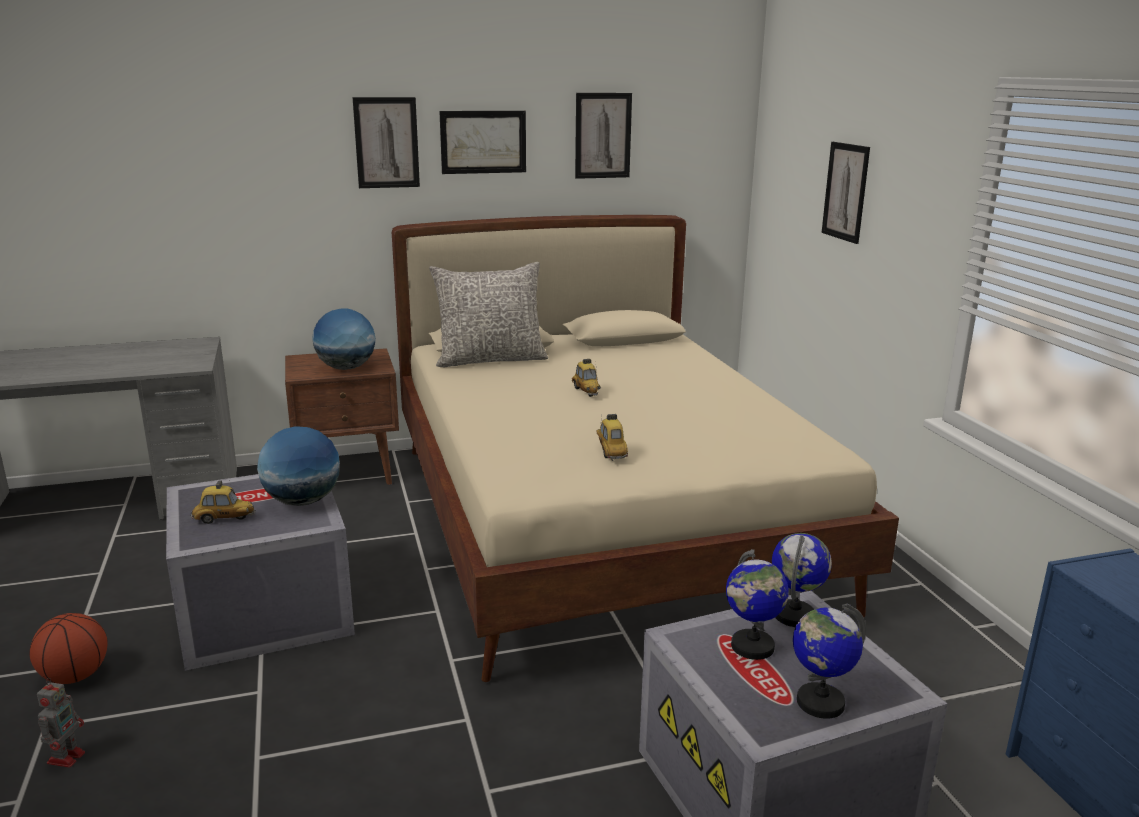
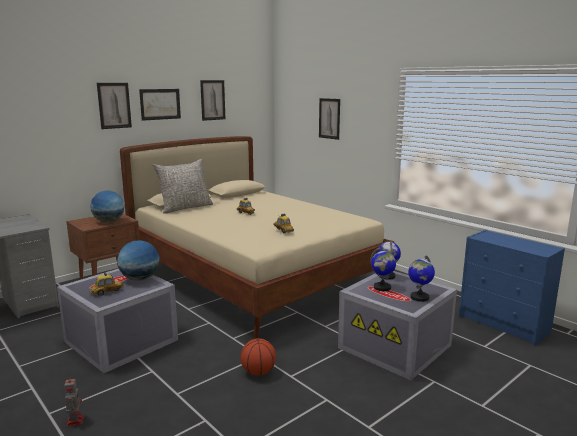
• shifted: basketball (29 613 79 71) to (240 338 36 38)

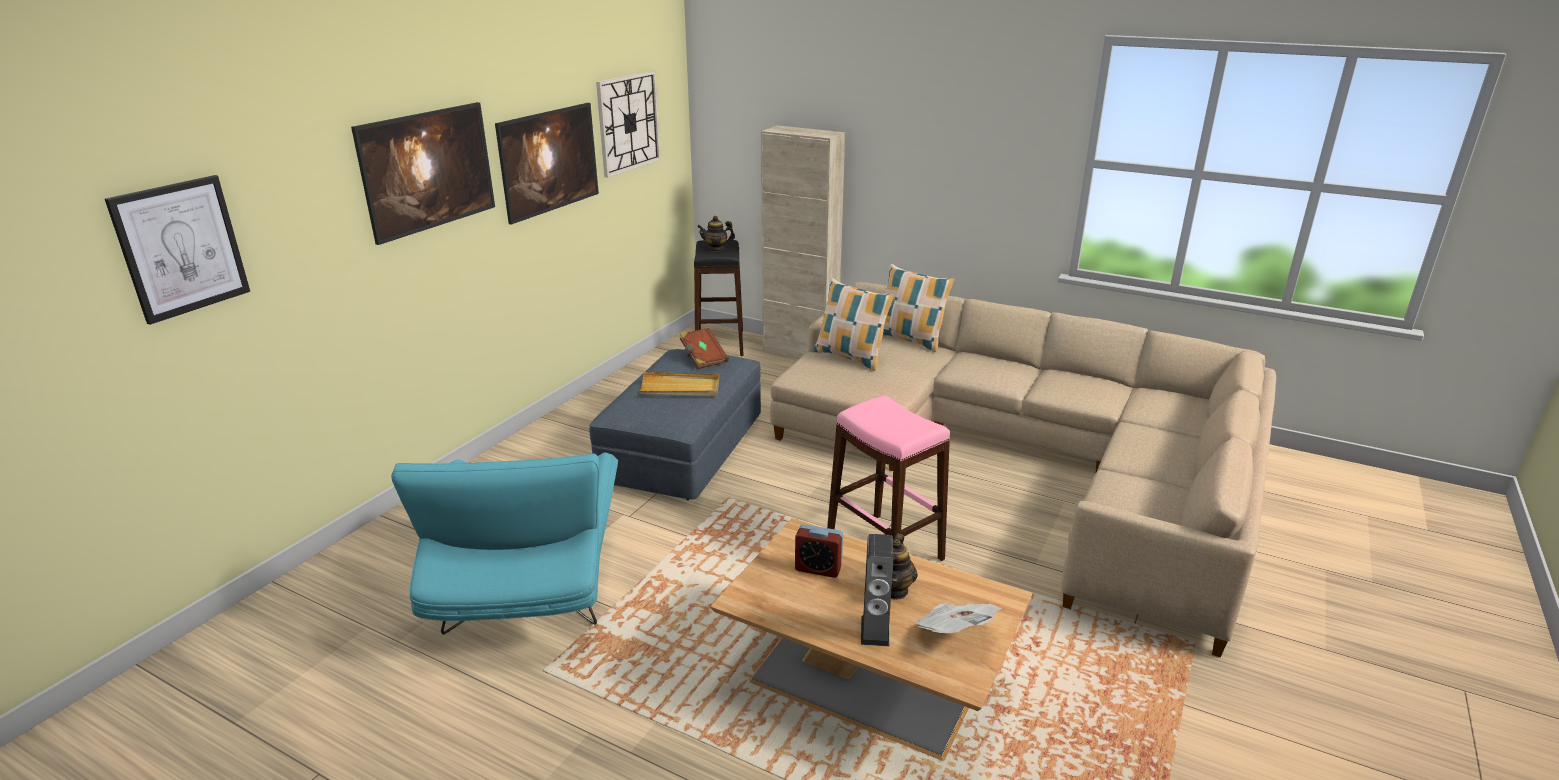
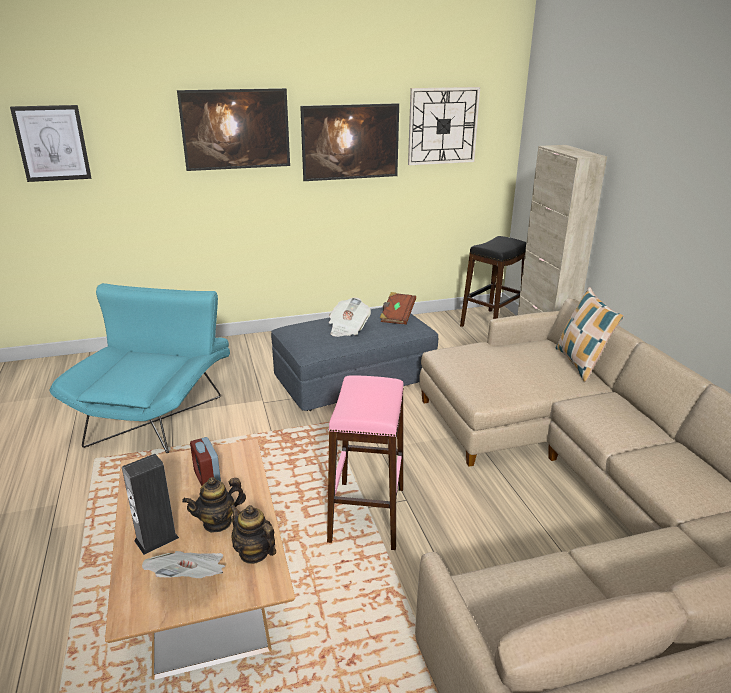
• rotated: armchair/turquoise (391 453 227 182) = (50 283 180 170) 150 degrees clockwise
• shifted: teapot (697 216 38 36) to (230 504 46 60)
• swapped: tray/beige (638 372 81 25) to newspaper (329 297 42 40)
• gone: pillow (813 278 82 93)

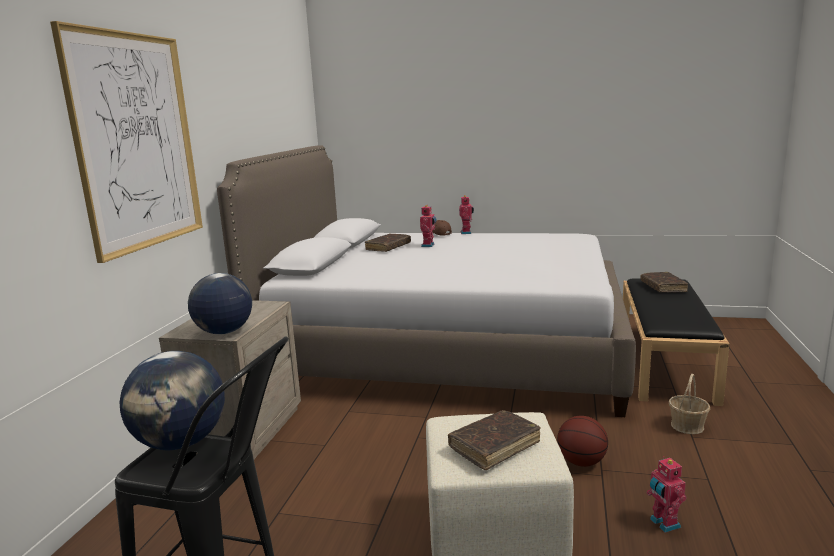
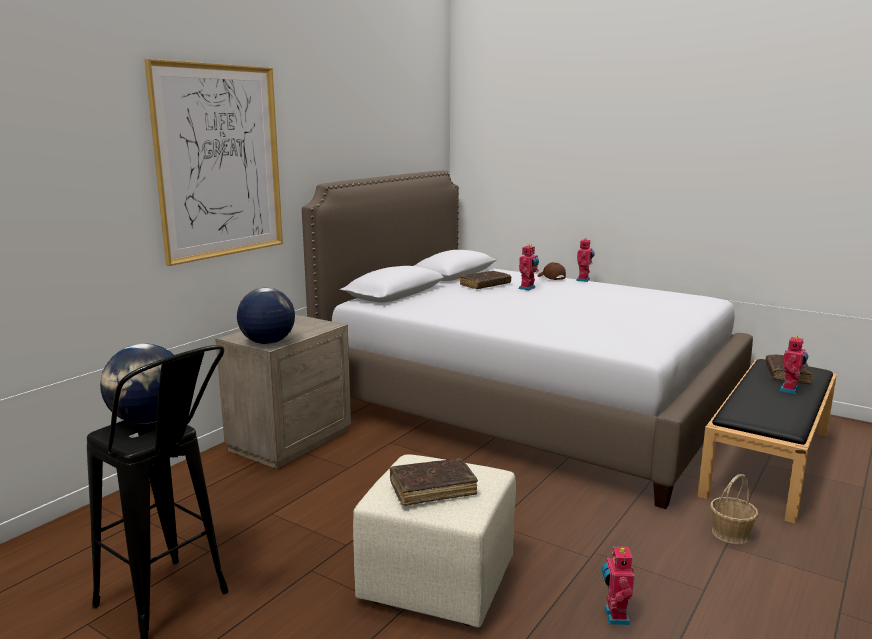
• new: toy robot (780 336 28 58)
• gone: basketball (557 416 51 51)

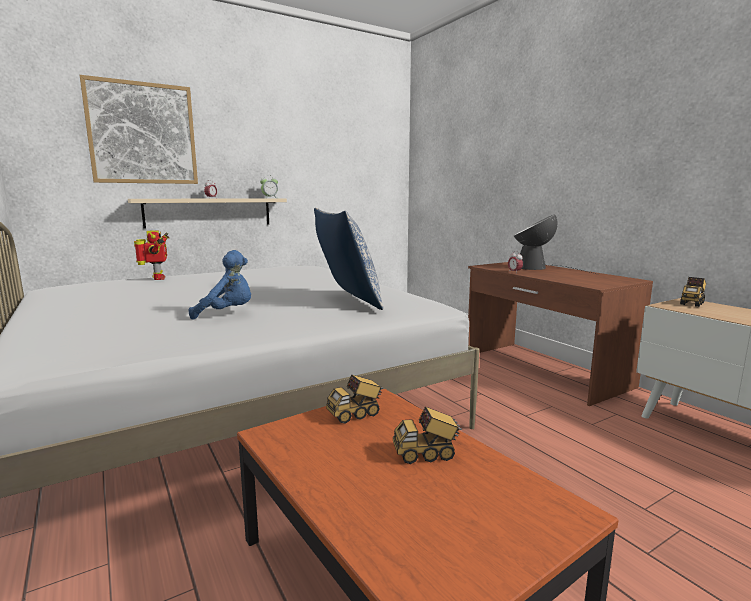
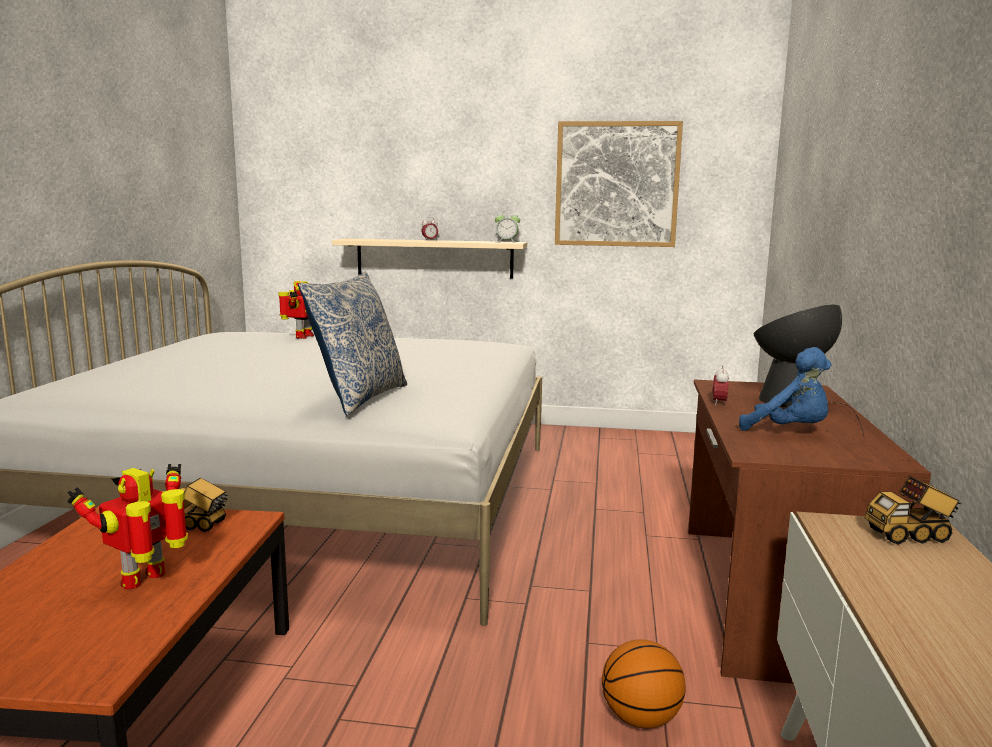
• swapped: toy truck (393 407 69 57) to toy robot (67 464 121 125)
• shifted: picture (80 75 118 109) to (555 121 128 126)
• new: basketball (602 639 84 89)
• shifted: plush toy/blue (188 250 63 70) to (739 347 93 84)

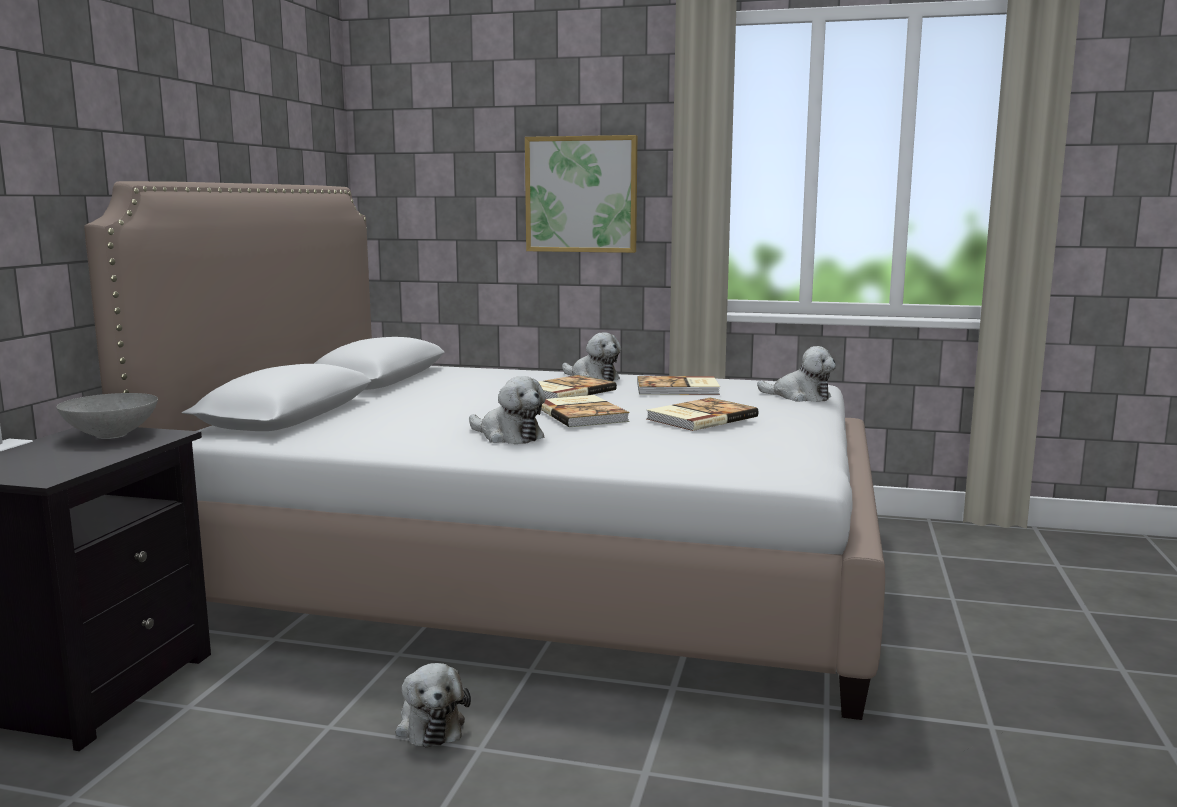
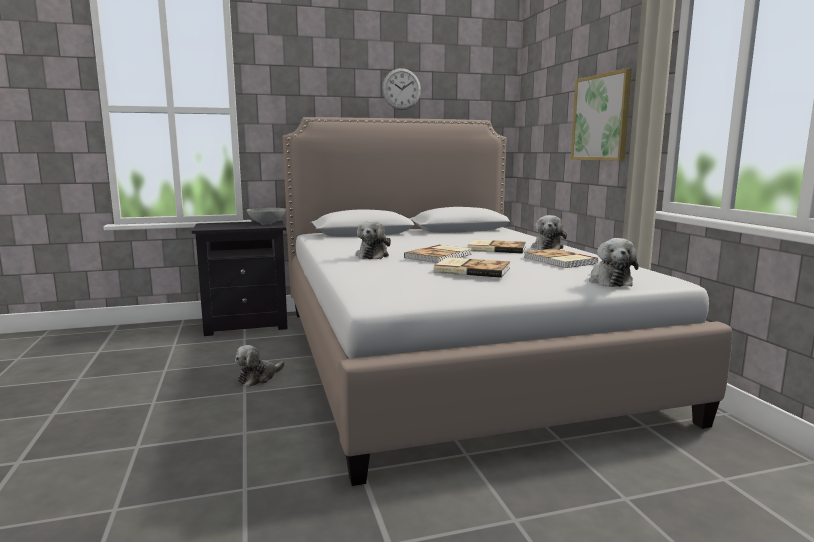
• new: wall clock (382 68 39 42)

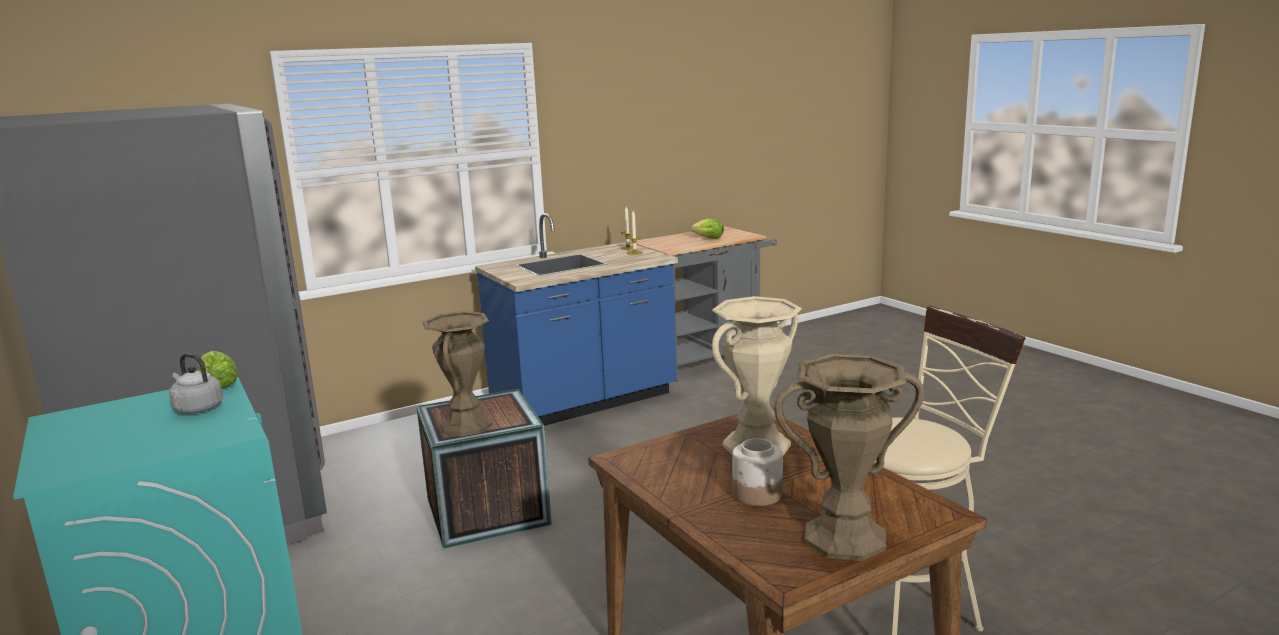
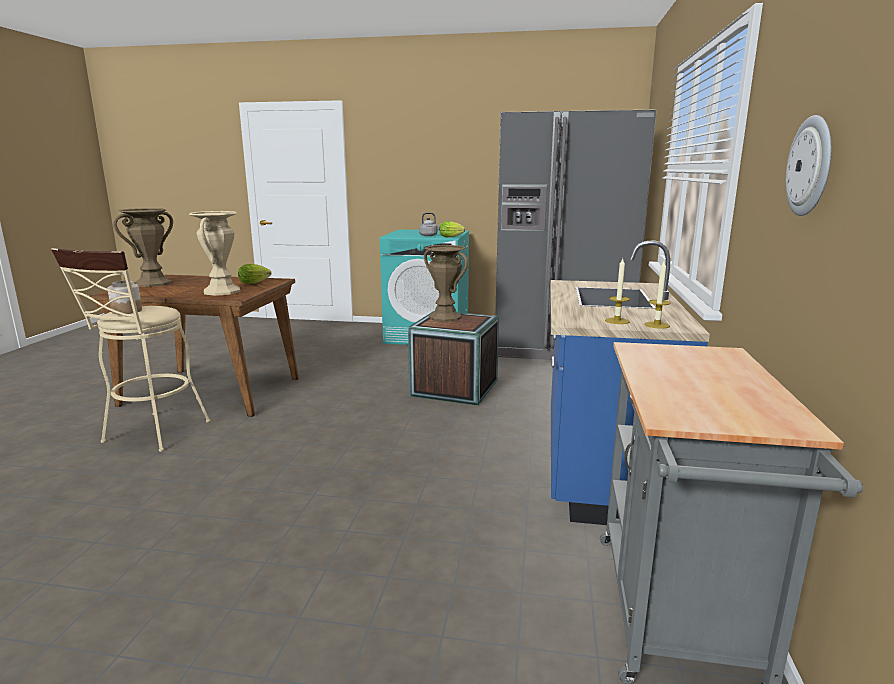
• shifted: jar (732 438 51 68) to (107 281 35 33)
• shifted: lettuce (691 218 33 21) to (238 264 33 20)
• new: wall clock (785 115 47 101)

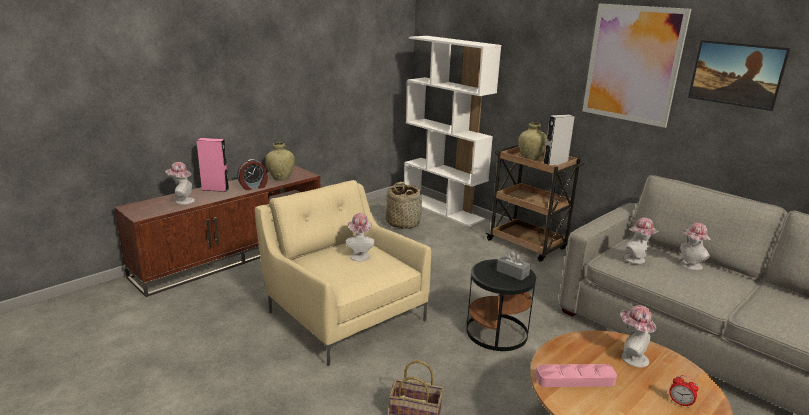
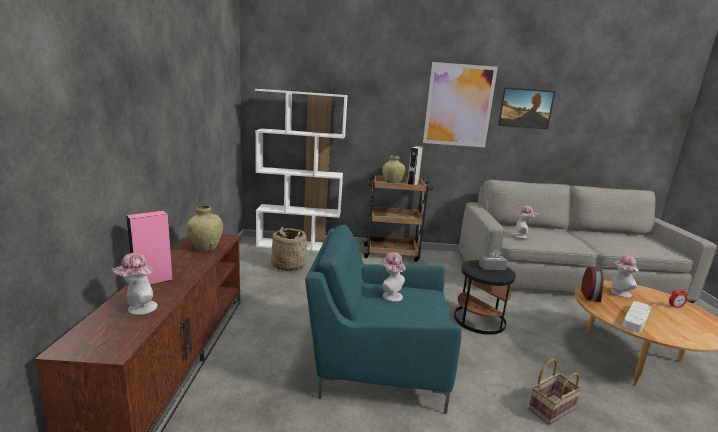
• repainted: armchair/beige (255 180 176 186) to armchair/turquoise (305 225 157 189)
• shifted: alarm clock (237 159 31 31) to (581 266 23 36)
• repainted: tray/pink (536 364 81 23) to tray/grey (622 301 29 31)
• gone: hat (680 223 30 47)

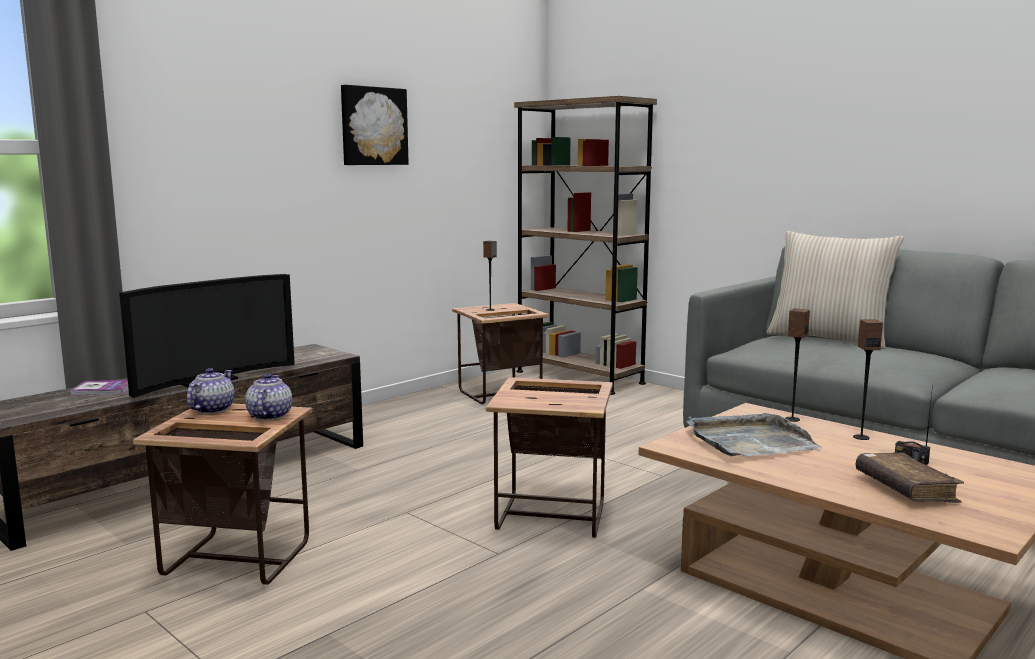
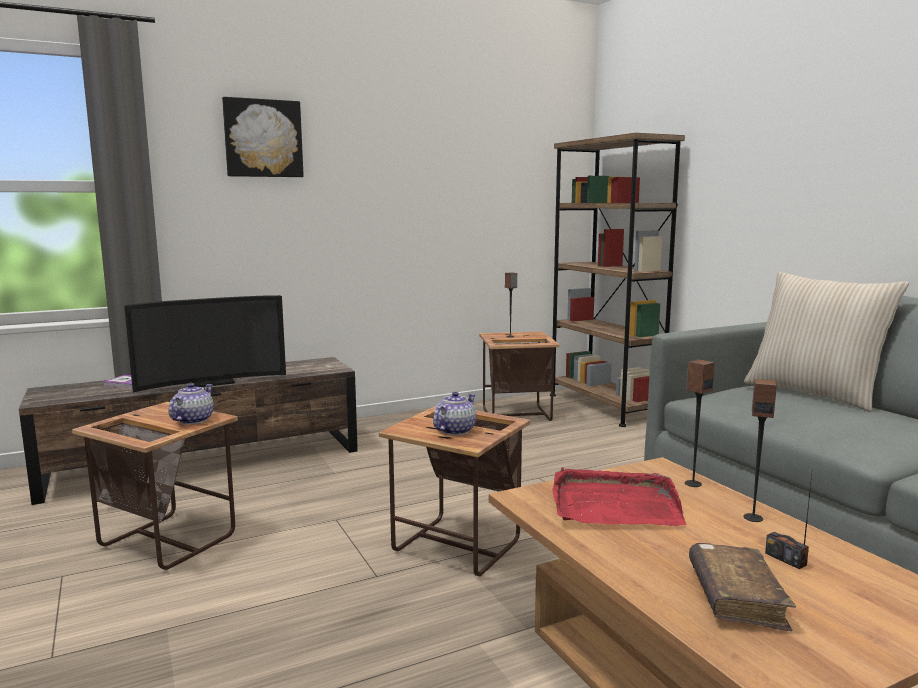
• shifted: picture (341 85 68 80) to (222 97 82 80)
• shifted: teapot (187 368 48 46) to (433 391 43 44)
• repainted: tray/grey (686 413 137 43) to tray/red (552 467 134 59)

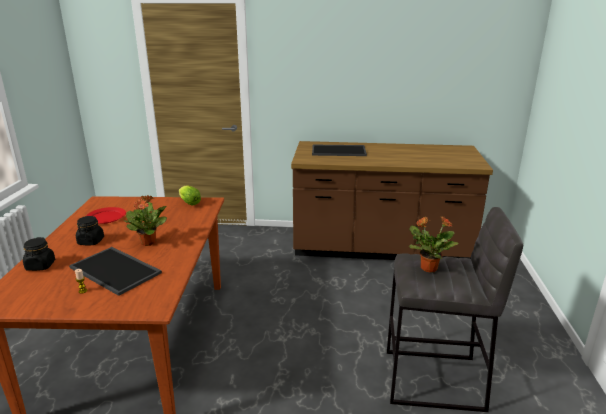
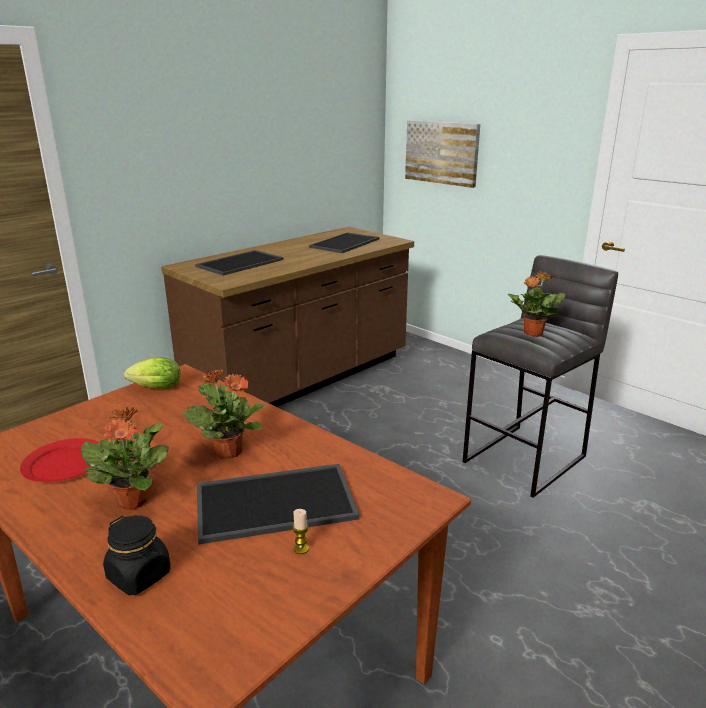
• swapped: jar/black (76 216 28 29) to potted plant (81 407 88 103)
• new: tray (309 232 70 21)
• new: picture (405 120 75 68)

